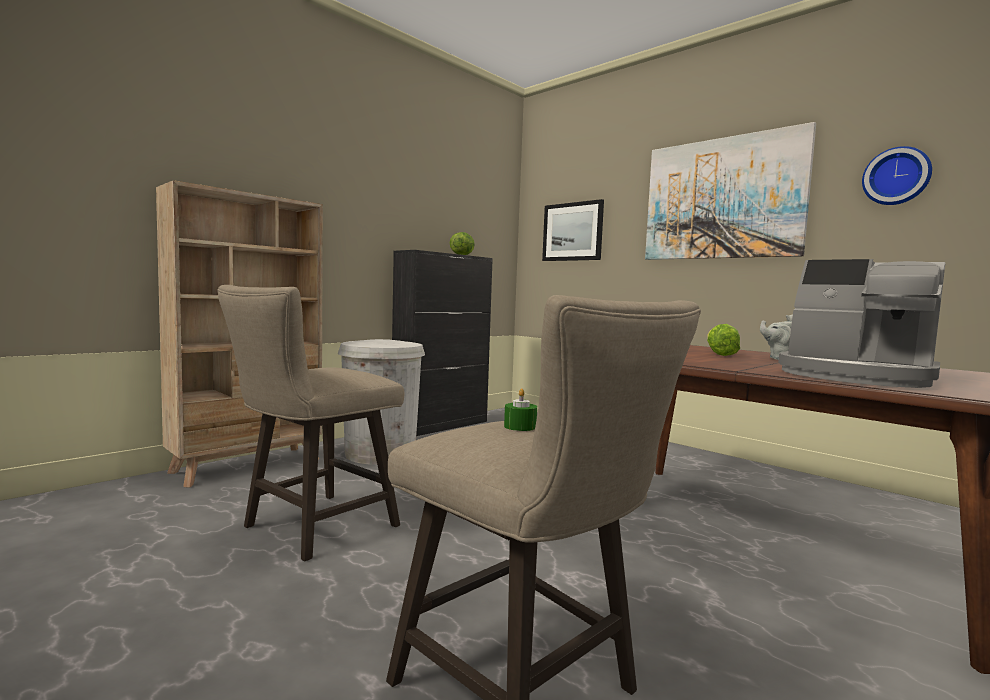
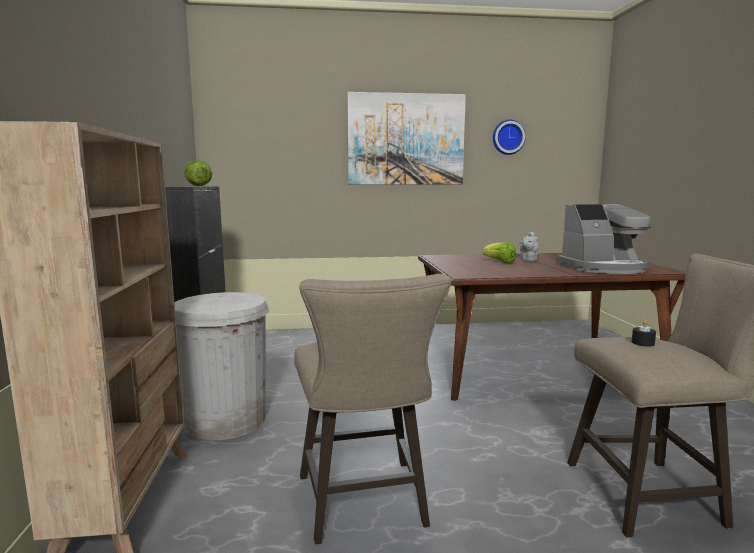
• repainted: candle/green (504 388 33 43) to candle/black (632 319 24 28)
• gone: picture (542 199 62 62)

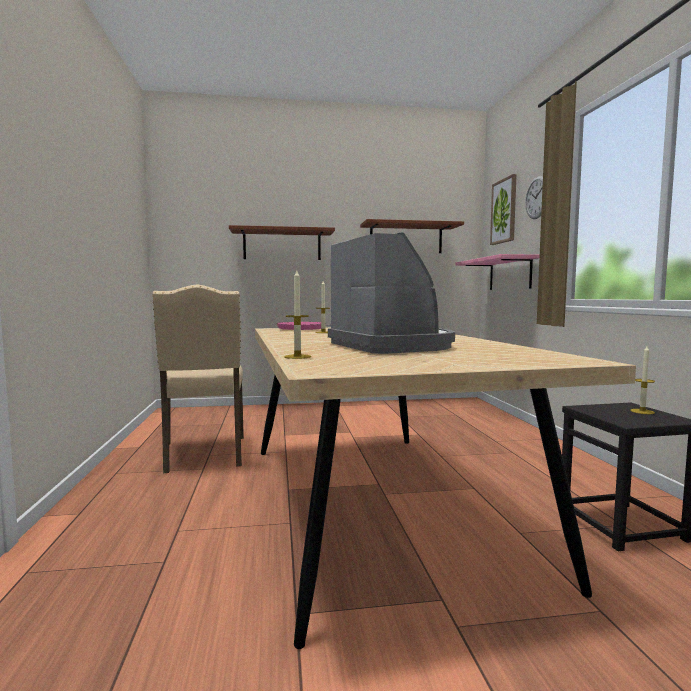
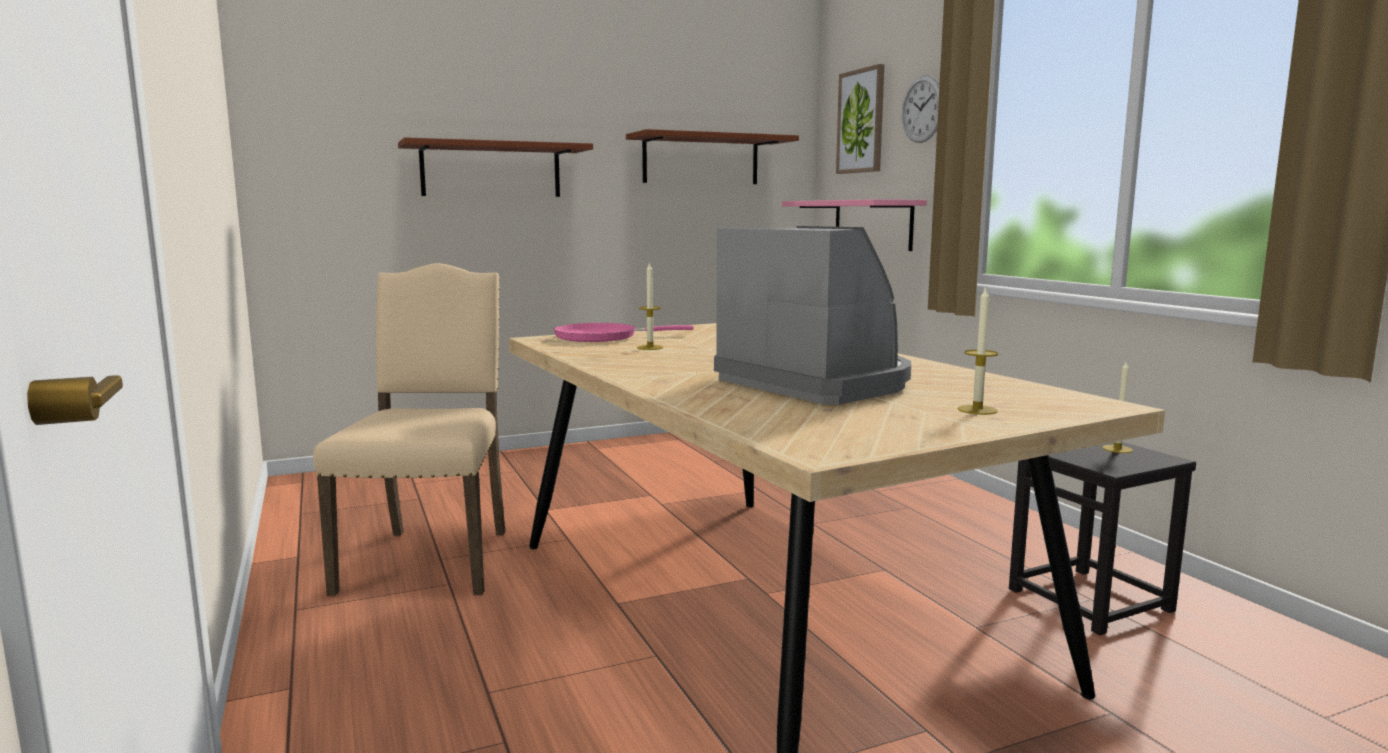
• rotated: chair/beige (152 284 92 189) = (313 263 193 333) 150 degrees counterclockwise
• shifted: candle (284 270 27 89) to (958 286 41 129)

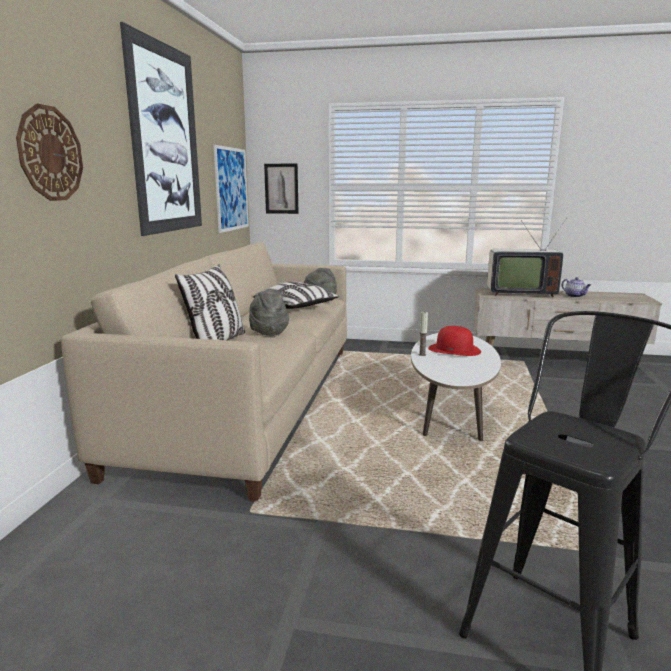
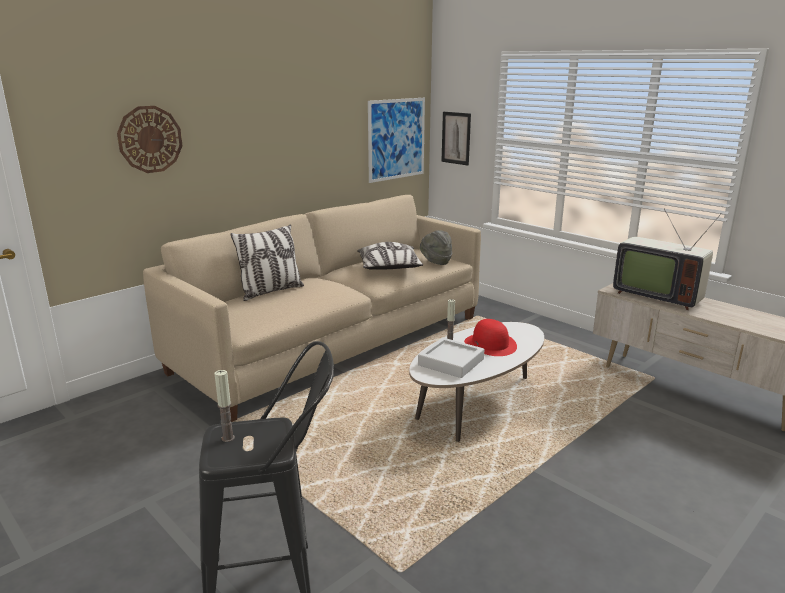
• new: candle (215 370 20 72)
• new: tray/grey (418 338 66 40)
• gone: picture (120 22 82 214)
• gone: hat/grey (249 290 40 46)
• gone: teapot (562 277 29 20)

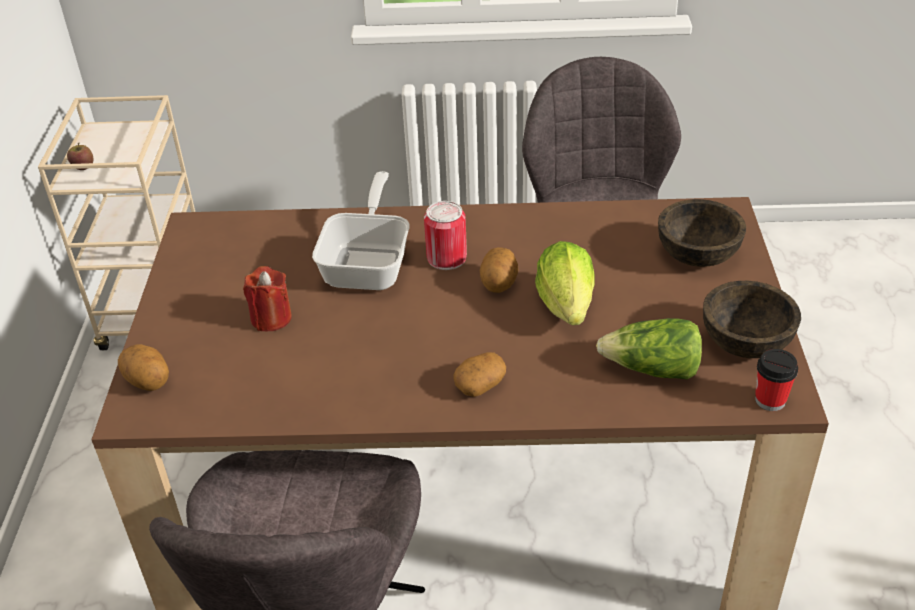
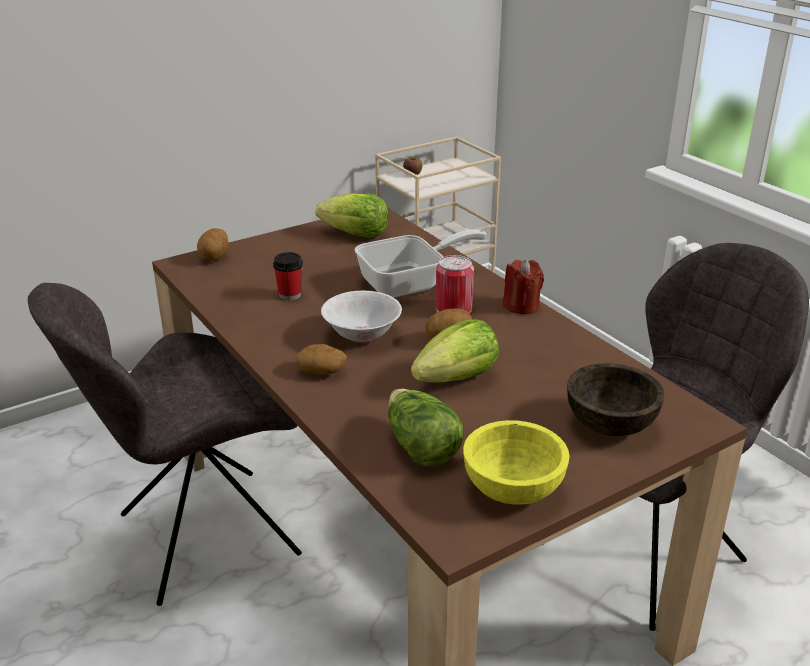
• shifted: cup (755 349 43 62) to (273 252 30 48)
• new: lettuce (315 193 73 45)
• new: bowl/white (321 291 81 52)
• repainted: bowl/brown (703 281 98 77) to bowl/yellow (463 420 107 85)
• shifted: candle/red (243 266 49 66) to (503 260 41 54)

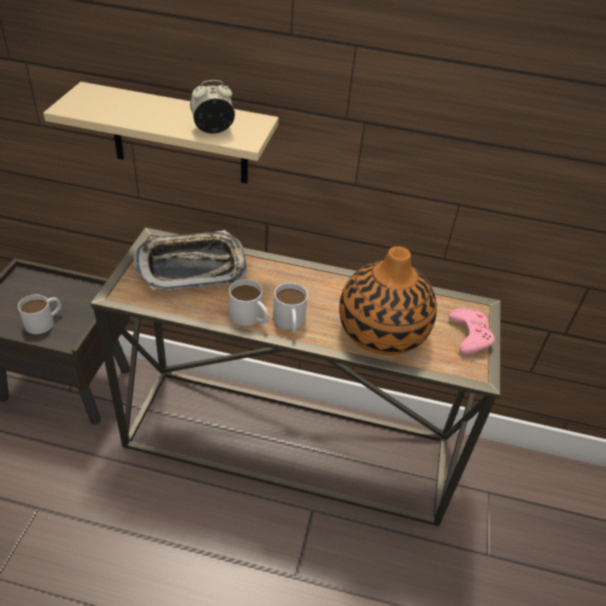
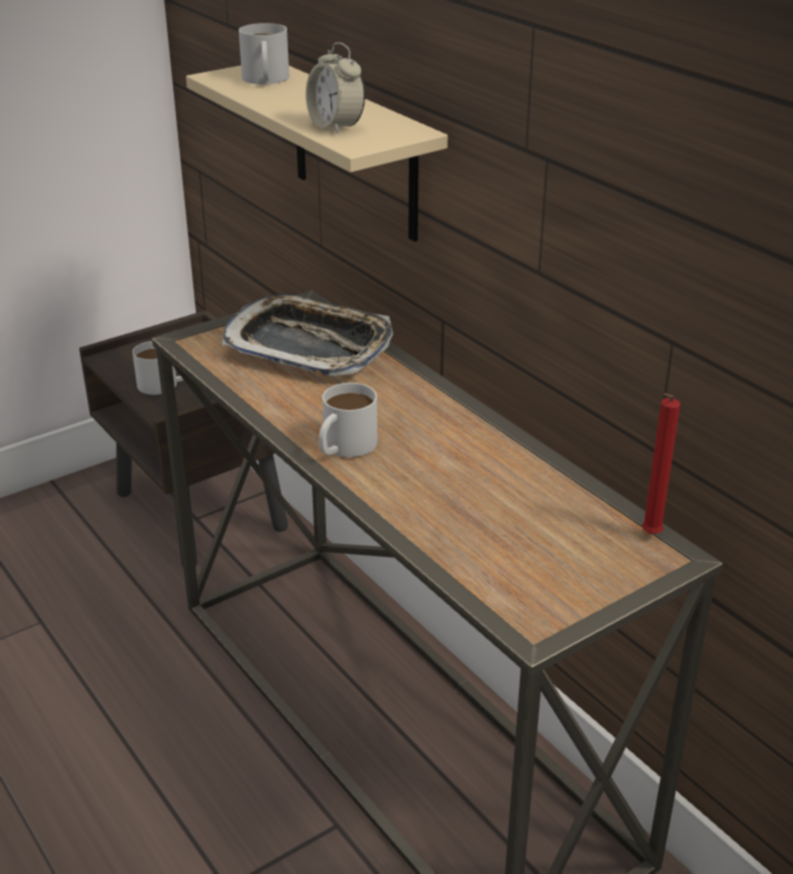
• shifted: mug/white (229 279 40 47) to (239 23 50 61)
• rotated: alarm clock (190 80 45 53) = (306 42 59 92) 150 degrees counterclockwise
• new: candle/red (642 393 38 142)
• gone: vase (339 246 98 109)
• gone: game controller/pink (448 309 47 46)

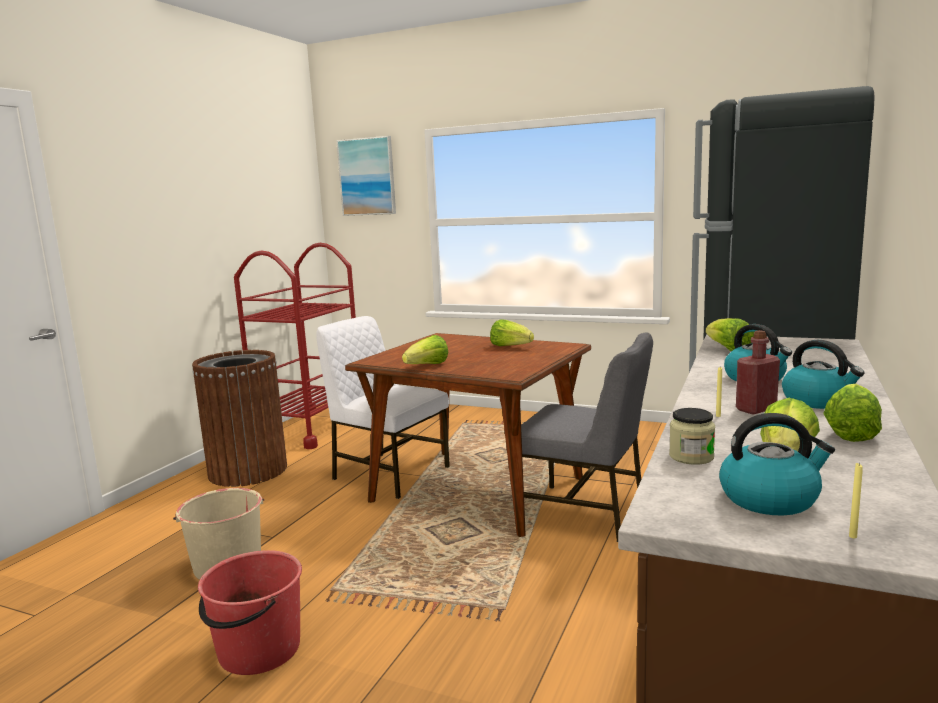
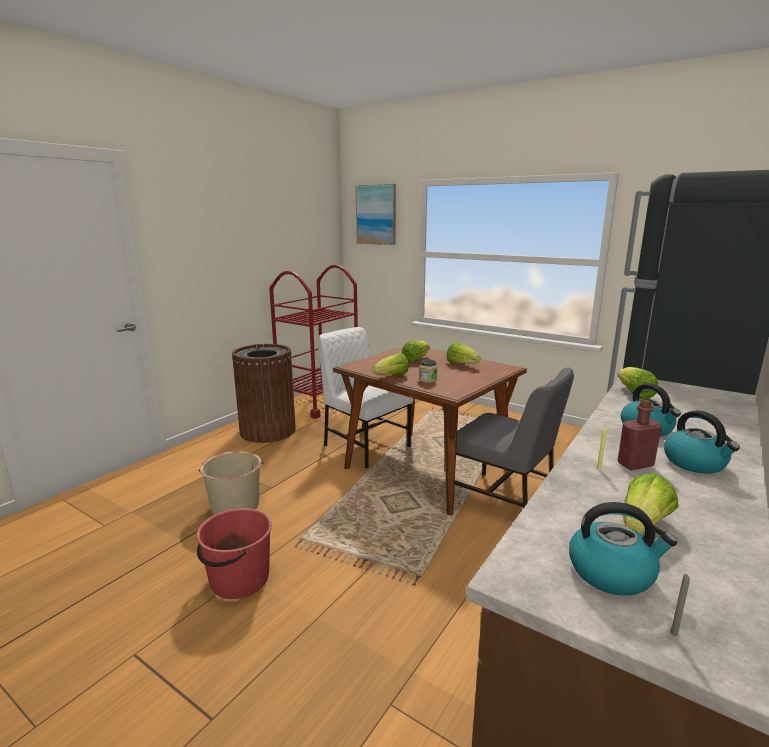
• shifted: lettuce (823 384 59 58) to (402 341 28 21)
• shifted: jar (669 408 46 57) to (419 359 18 24)
• repainted: candle/yellow (849 463 14 75) to candle/grey (671 574 19 62)

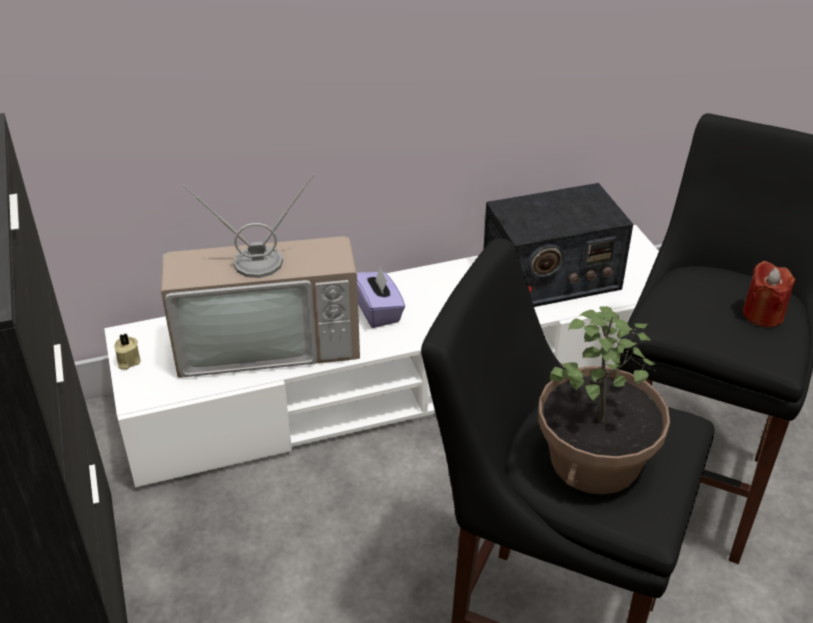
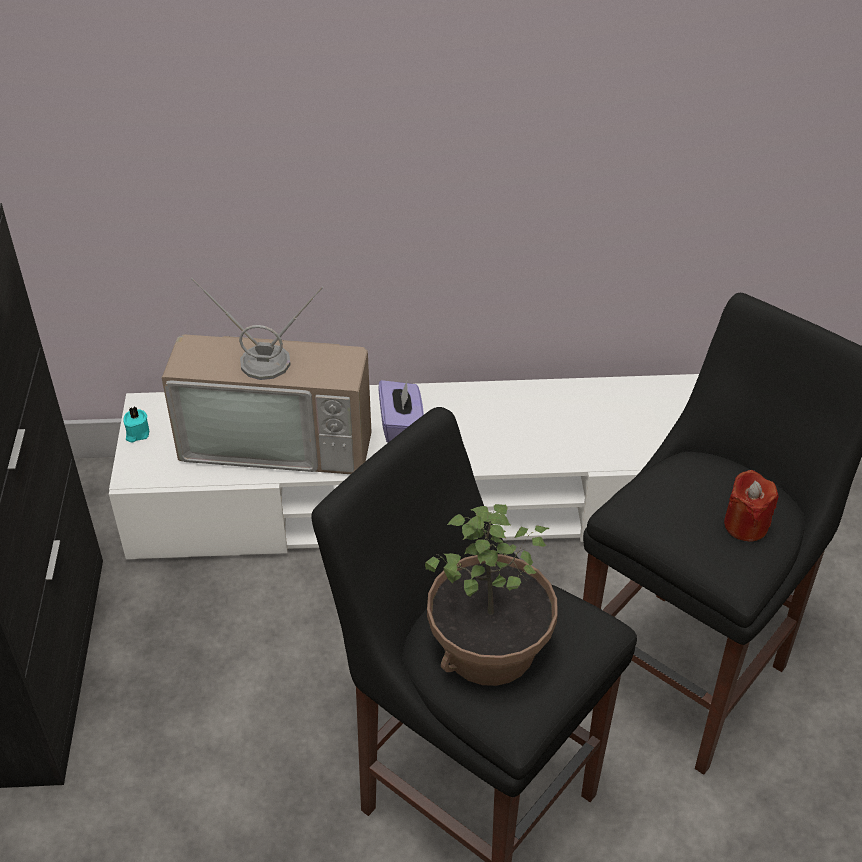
• repainted: candle/beige (114 333 27 37) to candle/turquoise (124 407 25 36)
• gone: radio (483 183 150 124)

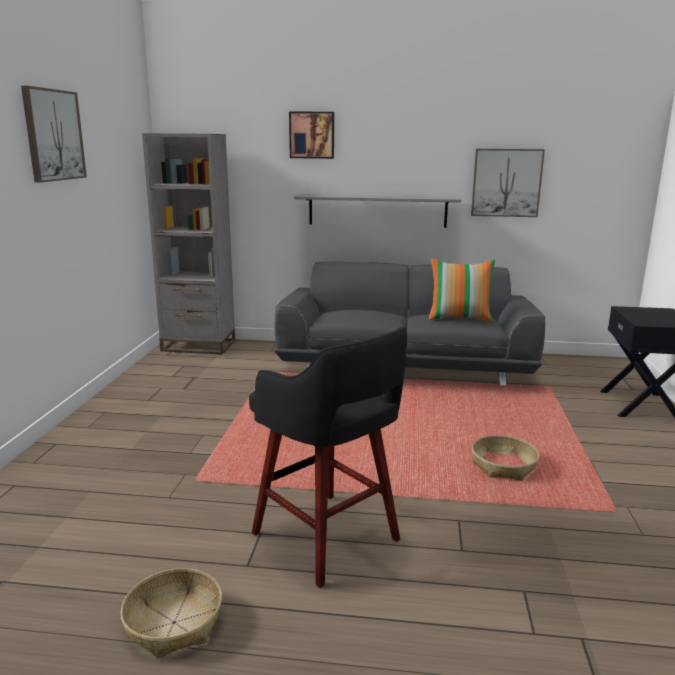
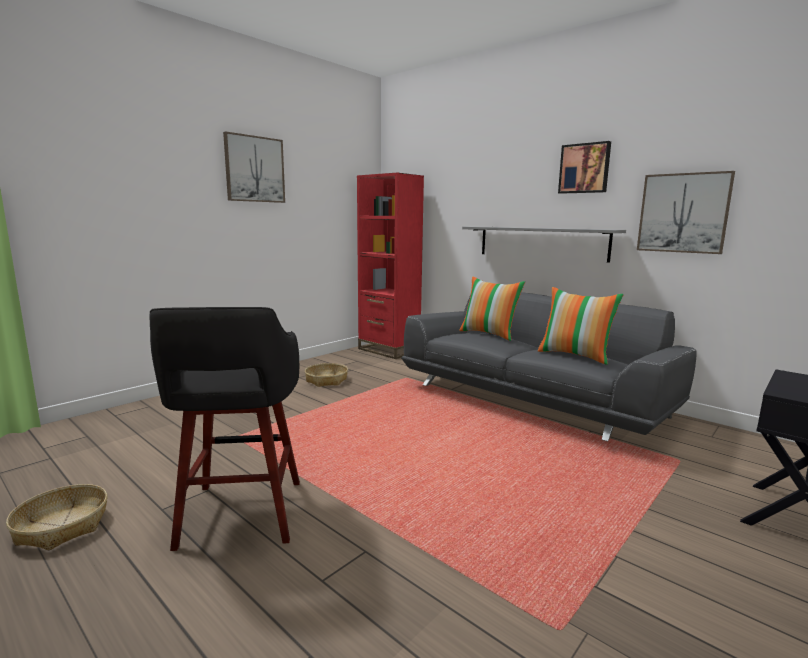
• shifted: basket (472 435 67 45) to (305 363 43 24)
• repainted: bookcase/grey (142 133 93 222) to bookcase/red (357 173 67 186)
• new: pillow (459 277 66 64)
• shifted: picture (289 112 45 47) to (558 141 53 53)

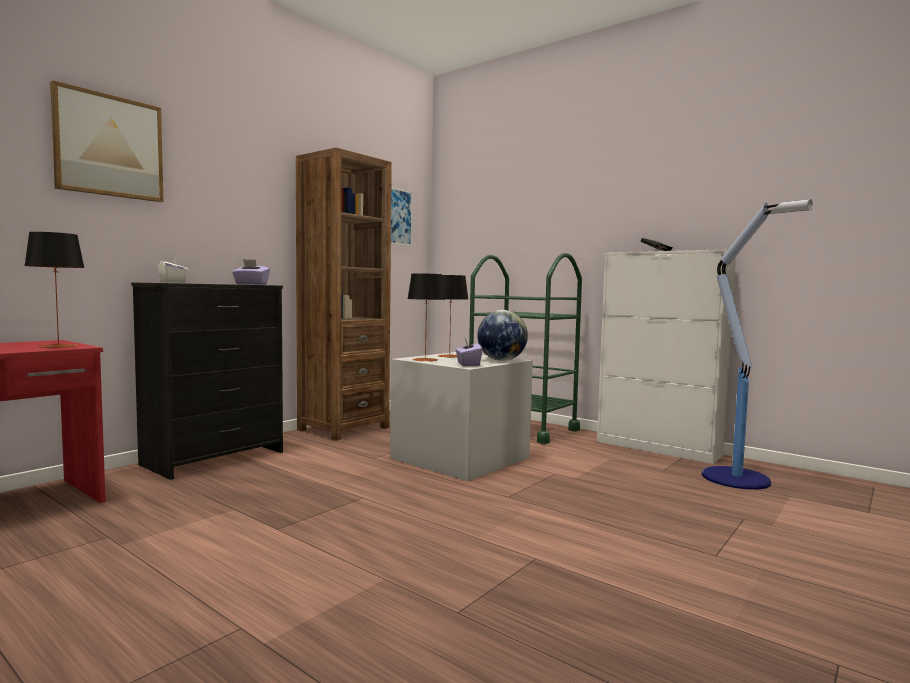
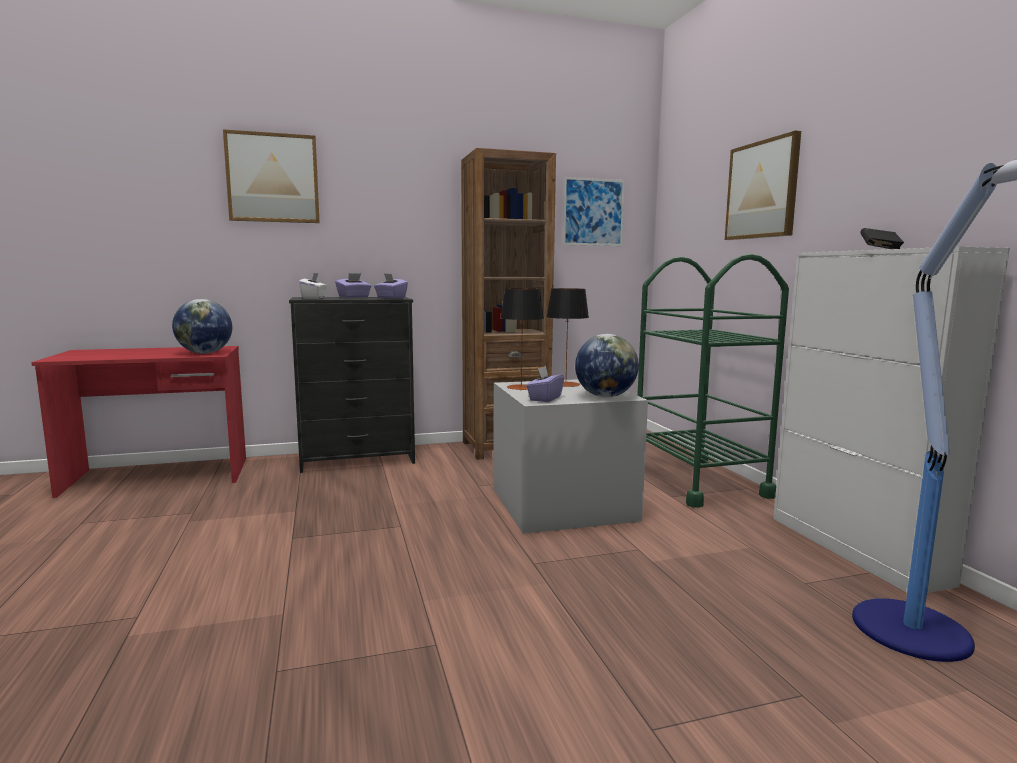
• swapped: table lamp (24 232 61 116) to globe (172 299 60 55)
• new: tissue box/purple (335 273 36 25)
• new: picture (725 131 76 109)

